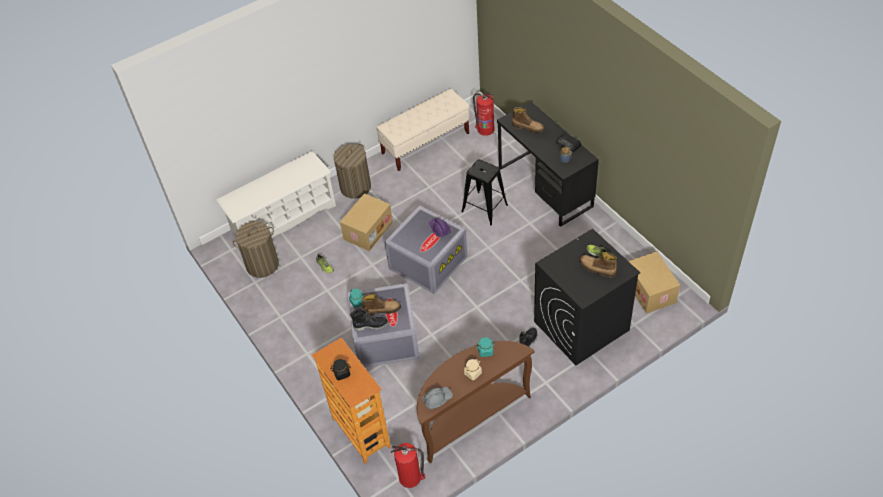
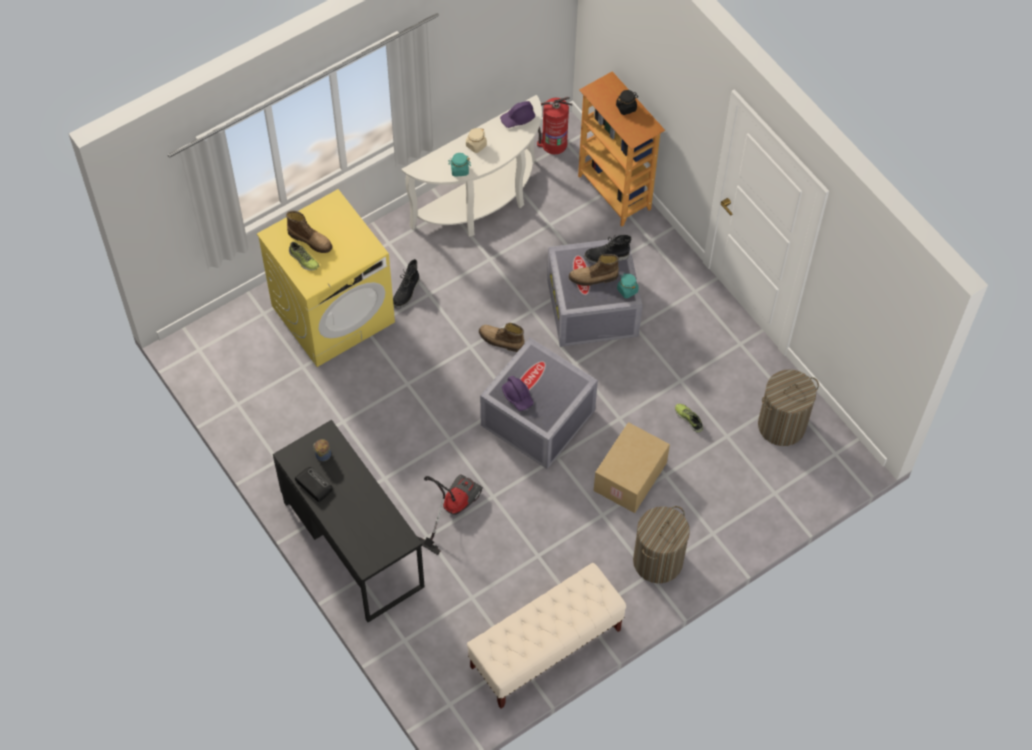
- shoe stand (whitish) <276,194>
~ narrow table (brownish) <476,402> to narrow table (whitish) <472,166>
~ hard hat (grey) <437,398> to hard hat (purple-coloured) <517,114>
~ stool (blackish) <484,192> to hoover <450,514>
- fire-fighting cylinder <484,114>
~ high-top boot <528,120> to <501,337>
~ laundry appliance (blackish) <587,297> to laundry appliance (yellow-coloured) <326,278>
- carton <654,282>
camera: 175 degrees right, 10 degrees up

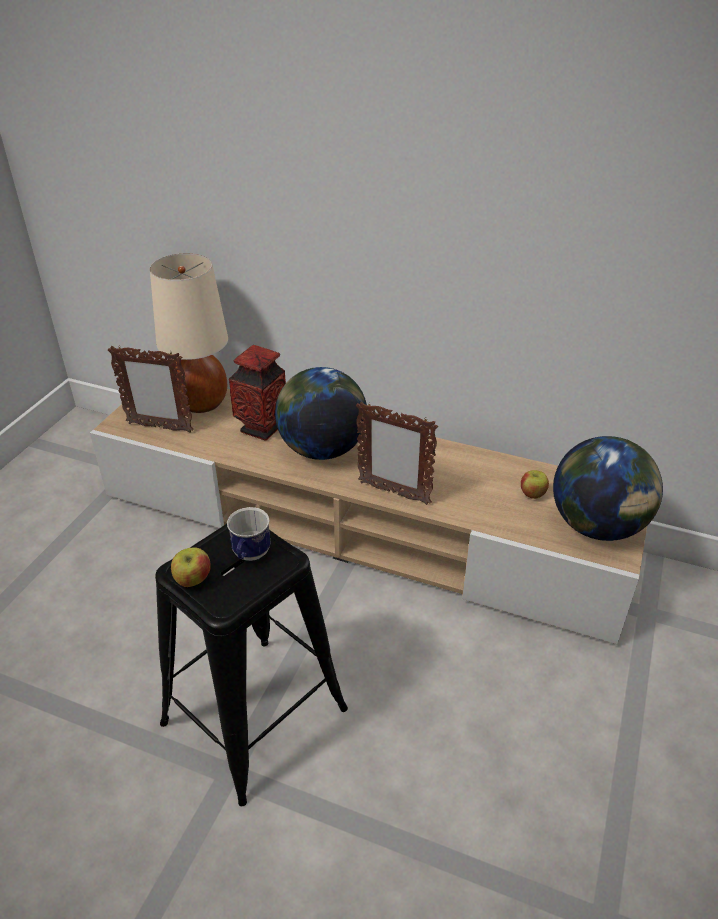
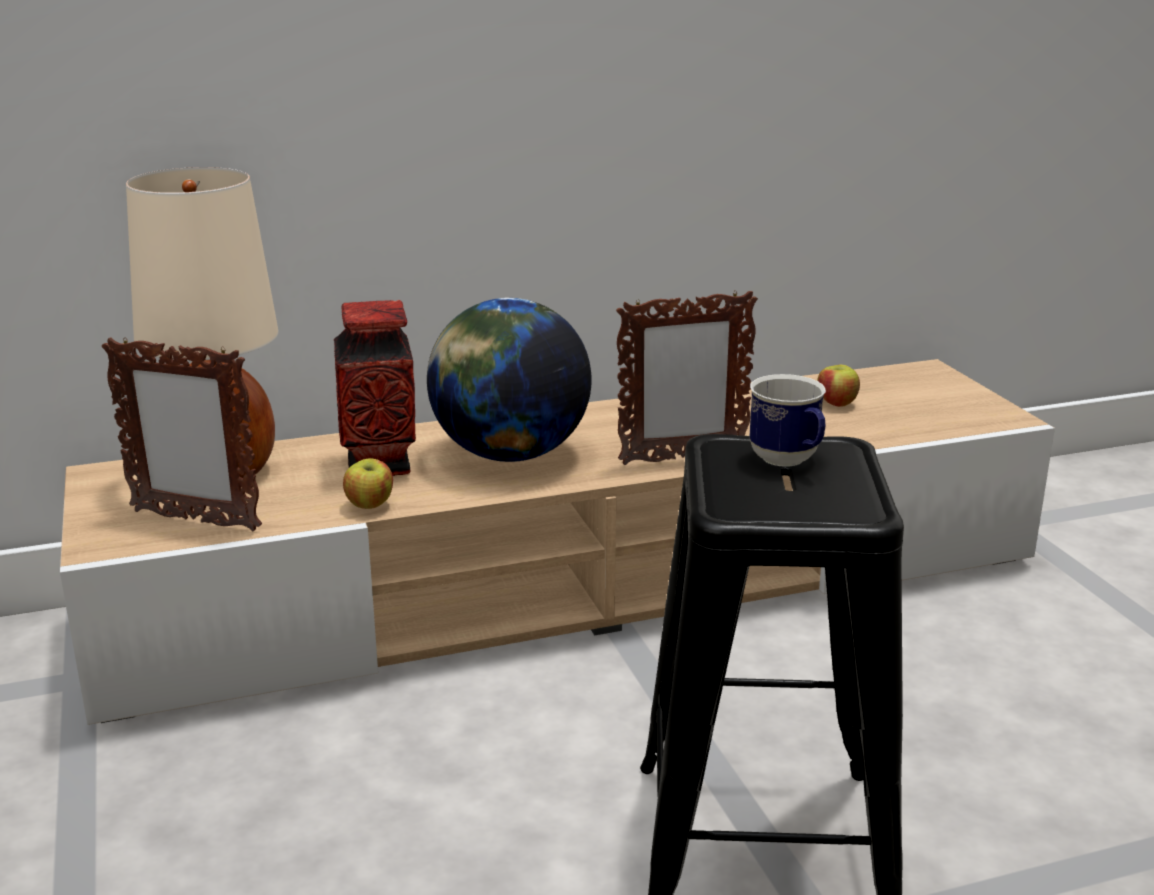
~ photo frame <151,389> = <182,434> 45 degrees clockwise
~ apple <191,567> to <368,483>
- desk globe <608,488>
camera: 40 degrees left, 15 degrees down

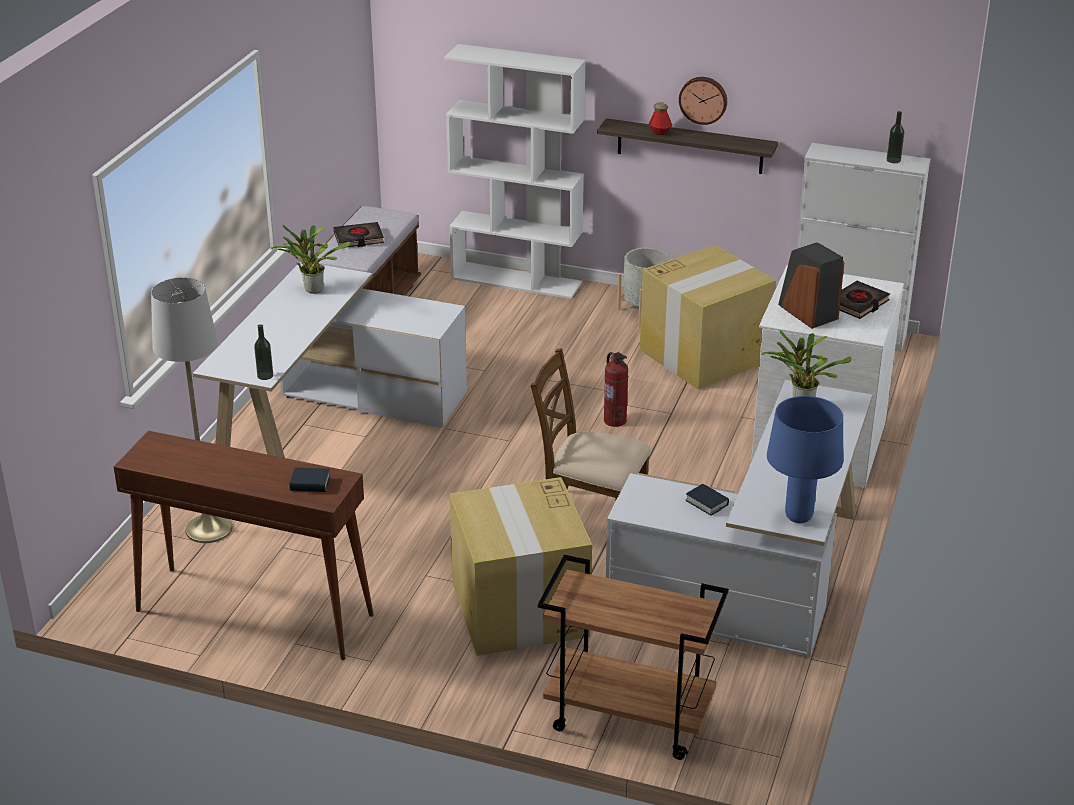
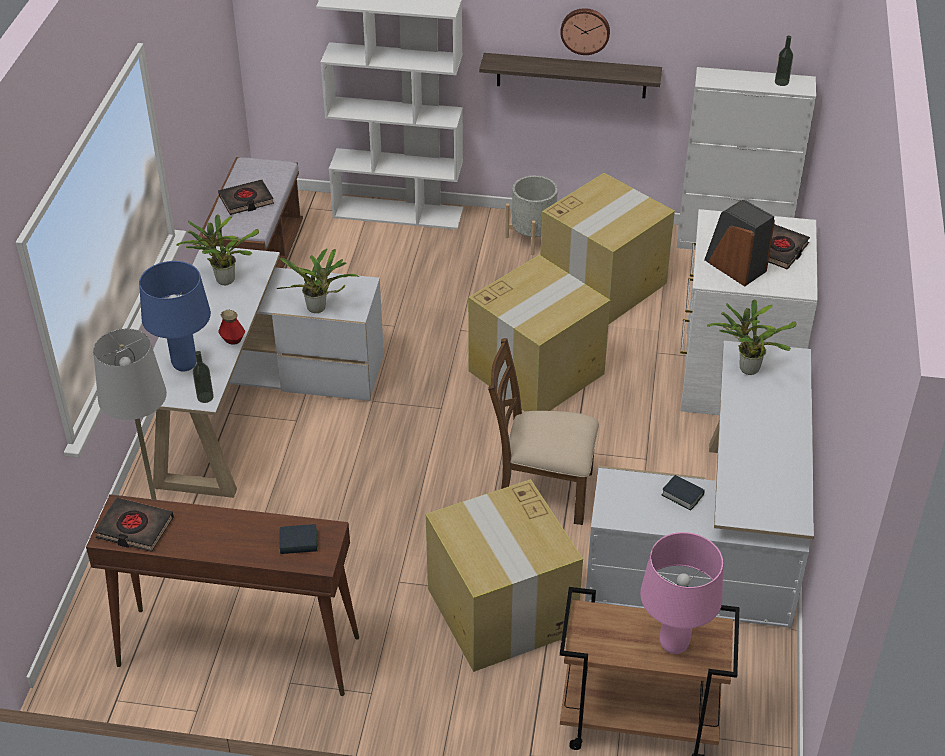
~ fire-fighting cylinder <616,389> to carton <539,333>
~ drink bottle <660,118> to <232,327>
~ table lamp (bluish) <805,459> to <175,316>
+ bound book (blackish) <134,525>
+ plant in a pot <318,281>
+ table lamp (pink-coloured) <681,593>
camera: 10 degrees left, 10 degrees up

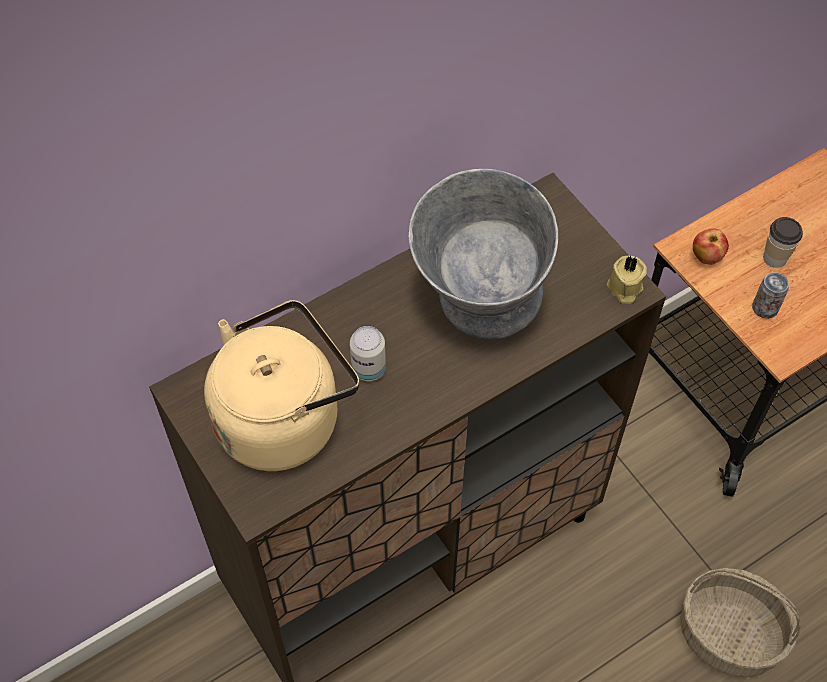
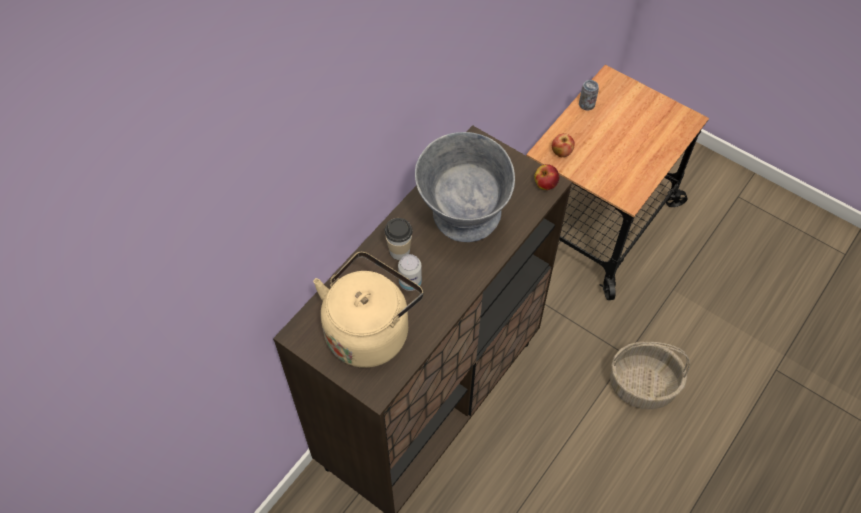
~ wax light (sand-coloured) <627,279> to apple <546,177>
~ can <770,295> to <589,95>
~ drinking cup <783,242> to <398,239>
camera: 20 degrees left, 0 degrees up

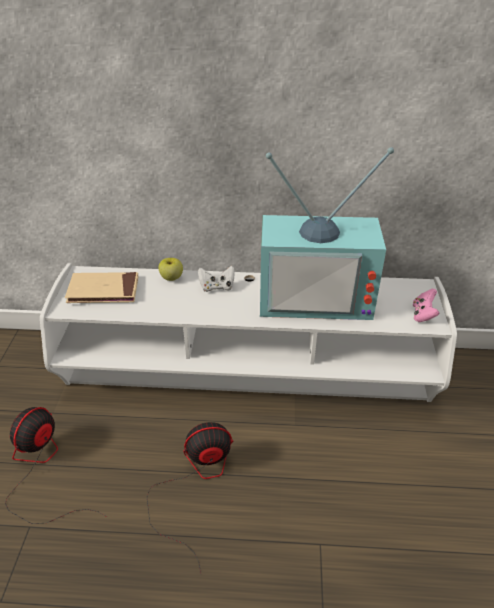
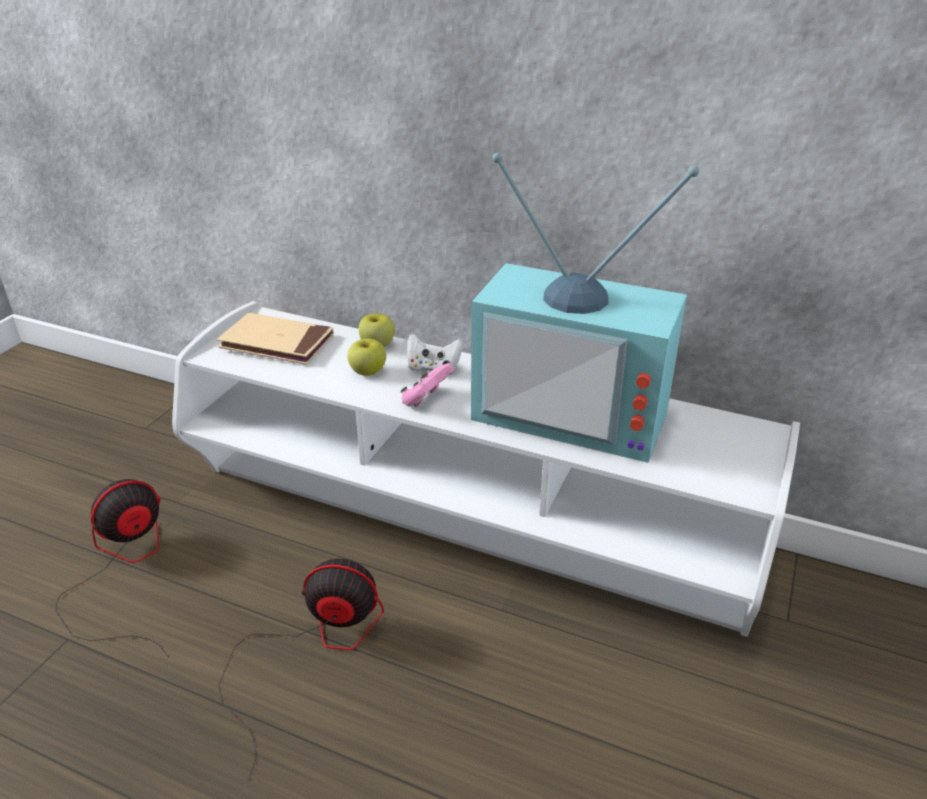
~ gamepad (pink-coloured) <426,305> to <427,385>
+ apple <366,357>
camera: 20 degrees right, 5 degrees down

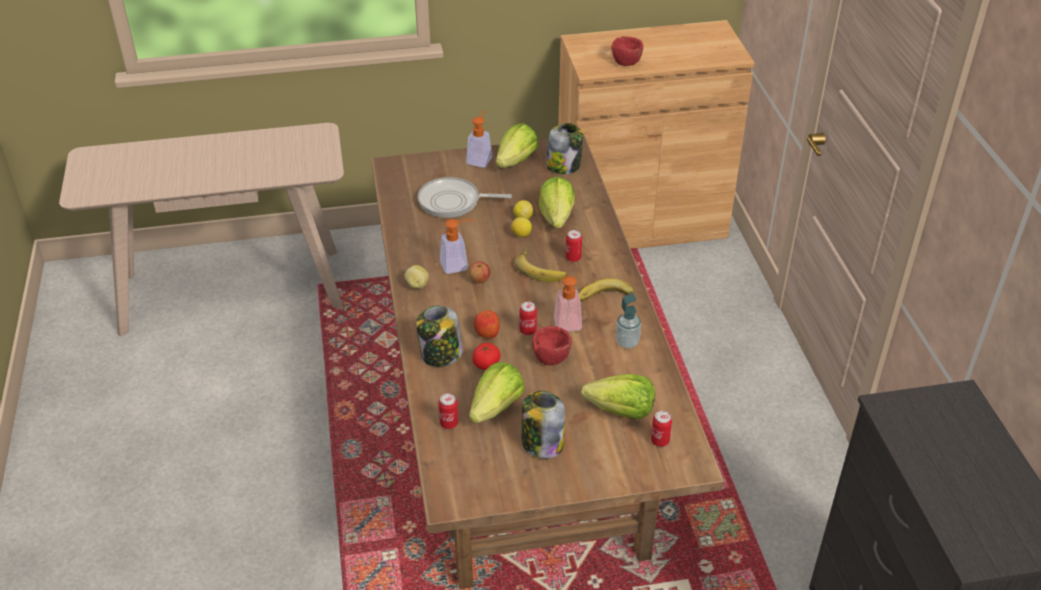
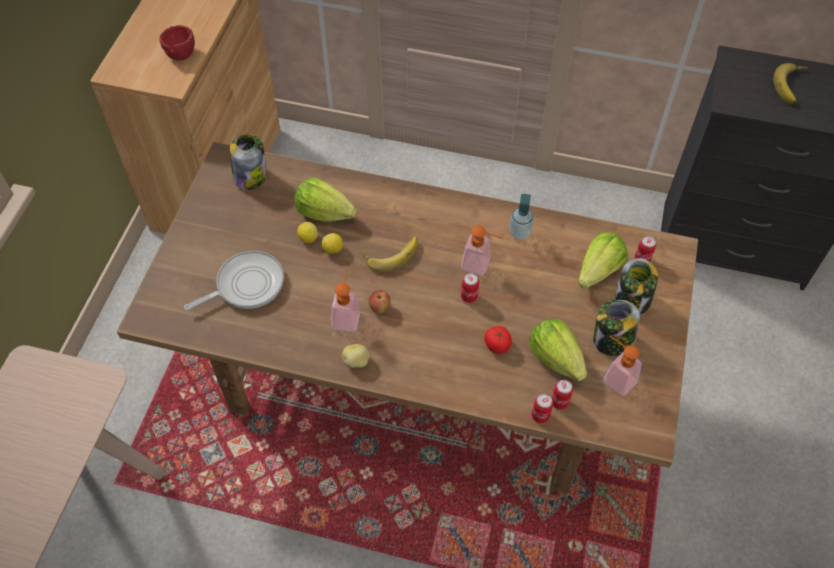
~ jar <439,336> to <636,286>
~ skillet <465,197> = <234,280> 150 degrees counterclockwise
~ soap dispenser <479,139> to <622,366>
- apple <487,324>
- lettuce head <517,145>
- serving bowl (reddish) <552,345>
~ can <573,246> to <542,408>
~ banana fruit <607,290> to <790,83>
camera: 65 degrees left, 15 degrees up

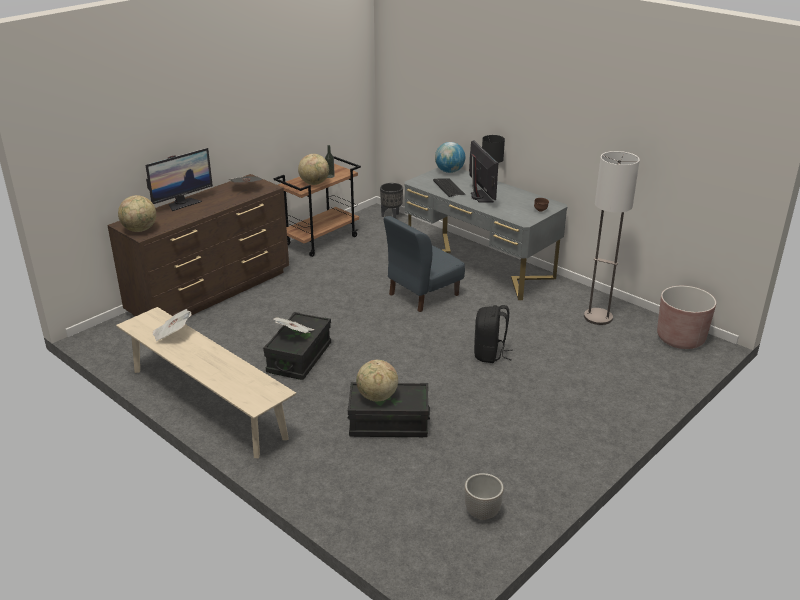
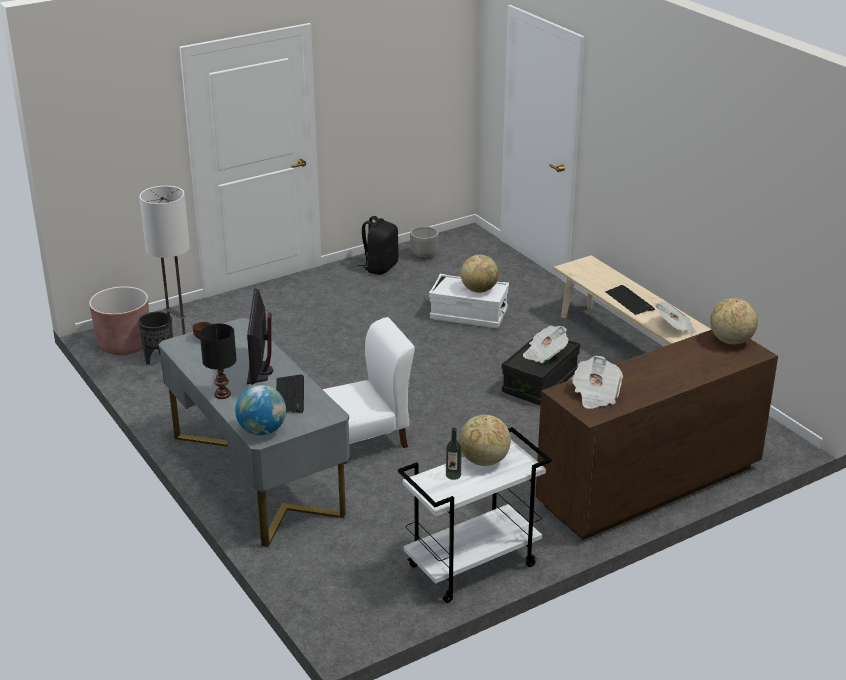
- computer display <179,179>
~ cart (brownish) <317,206> to cart (whitish) <475,515>
~ storage box (blackish) <389,409> to storage box (whitish) <469,301>
~ planter (blackish) <391,200> to <155,338>
~ chair (bluish) <424,264> to chair (whitish) <368,390>
~ knapsack (blackish) <493,334> to <378,245>
+ keyboard <630,300>
camera: 165 degrees left, 0 degrees up

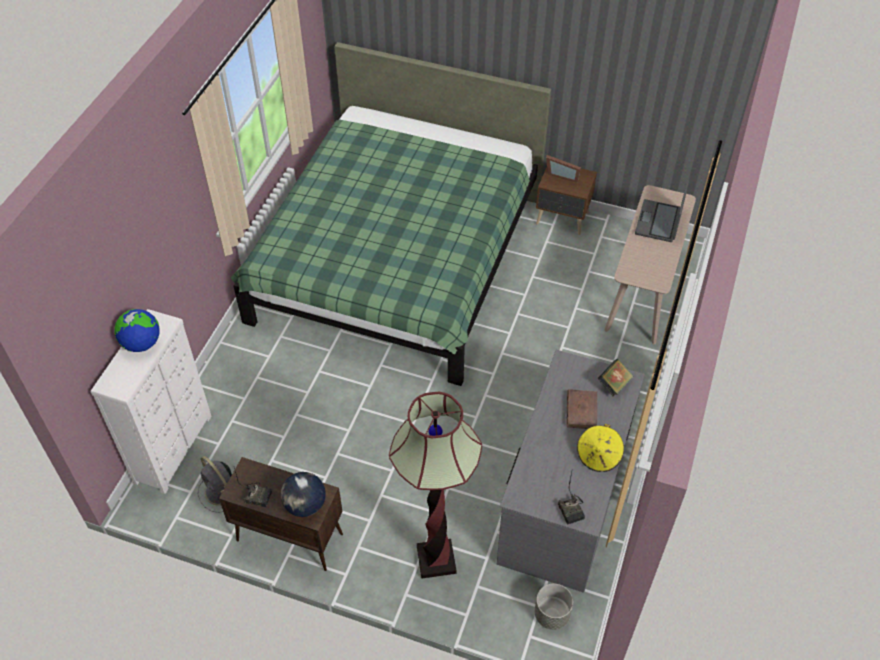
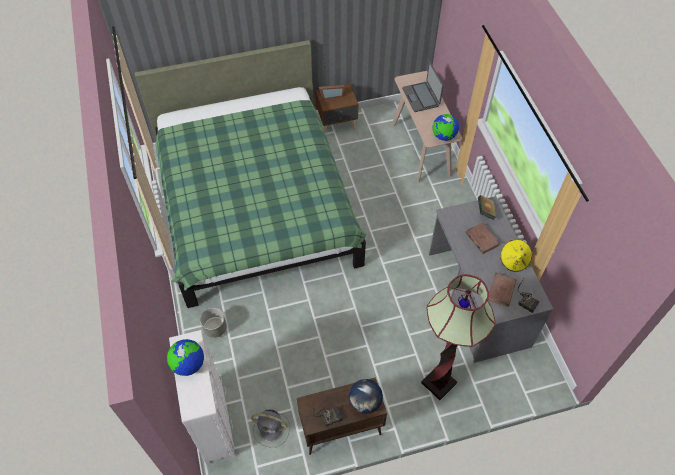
~ planter (grey) <554,607> to <213,323>
+ desk globe <446,127>
+ bound book (brownish) <502,289>
camera: 35 degrees left, 5 degrees up

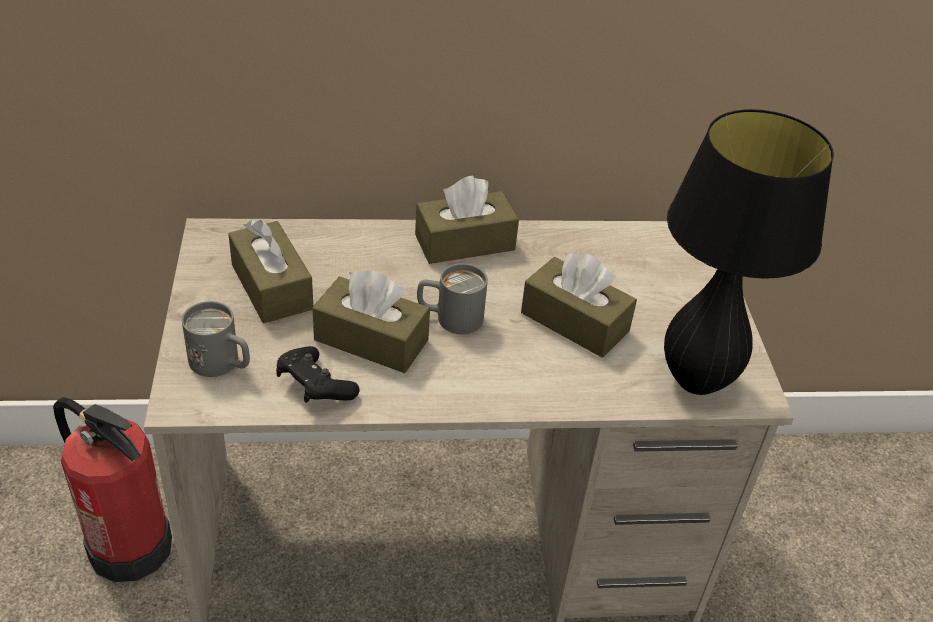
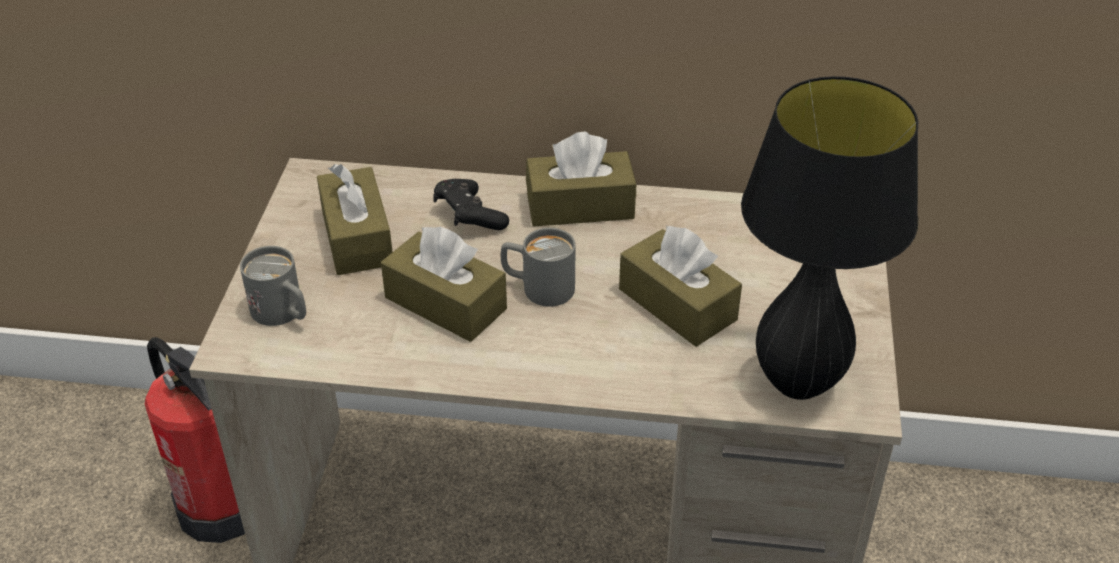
~ gamepad (blackish) <317,374> to <471,204>
camera: 15 degrees right, 0 degrees up

